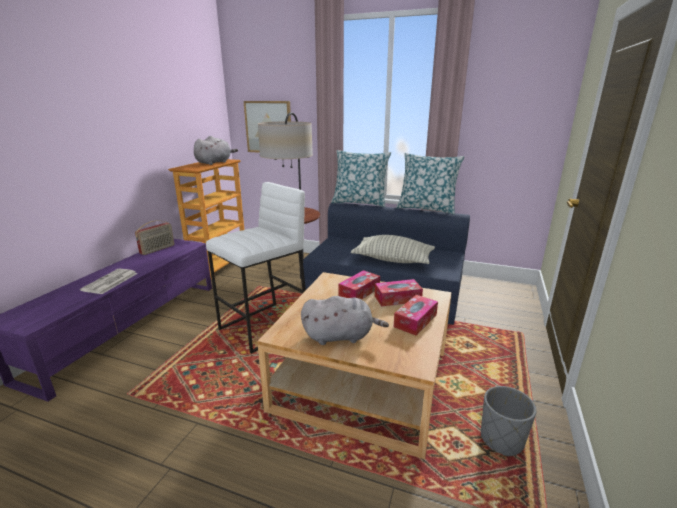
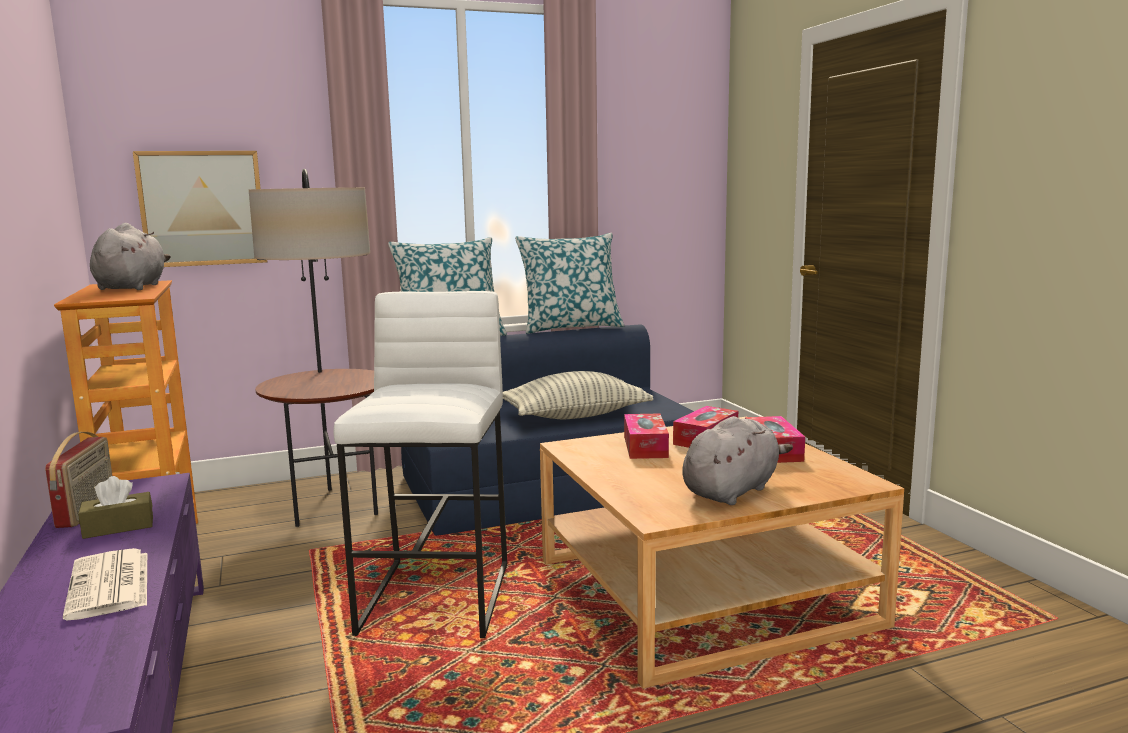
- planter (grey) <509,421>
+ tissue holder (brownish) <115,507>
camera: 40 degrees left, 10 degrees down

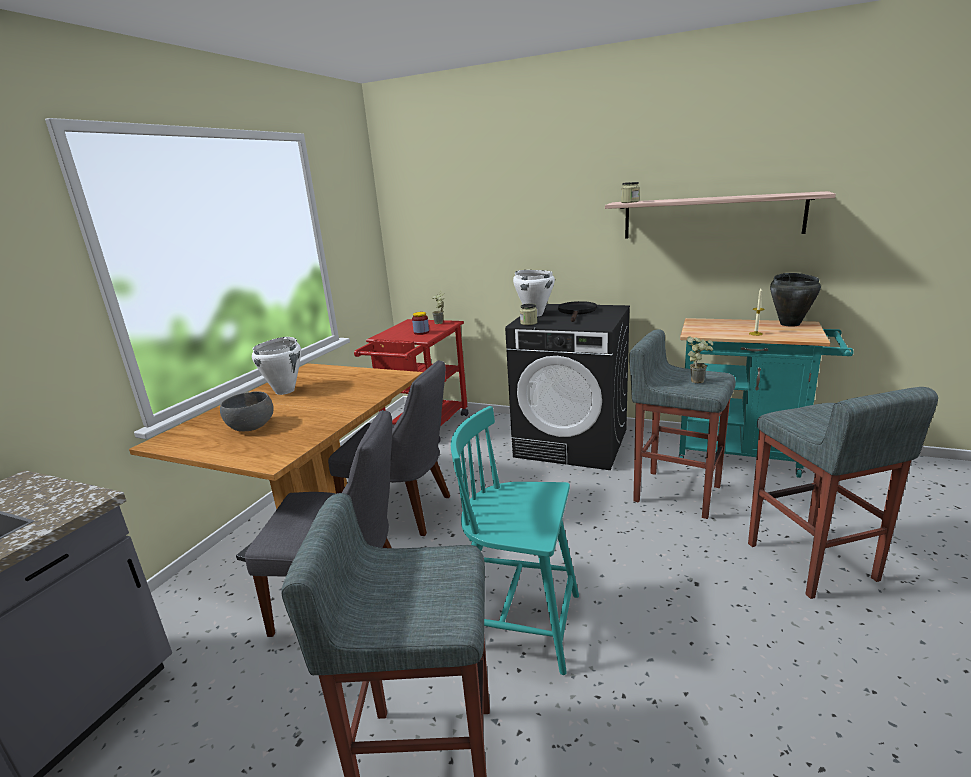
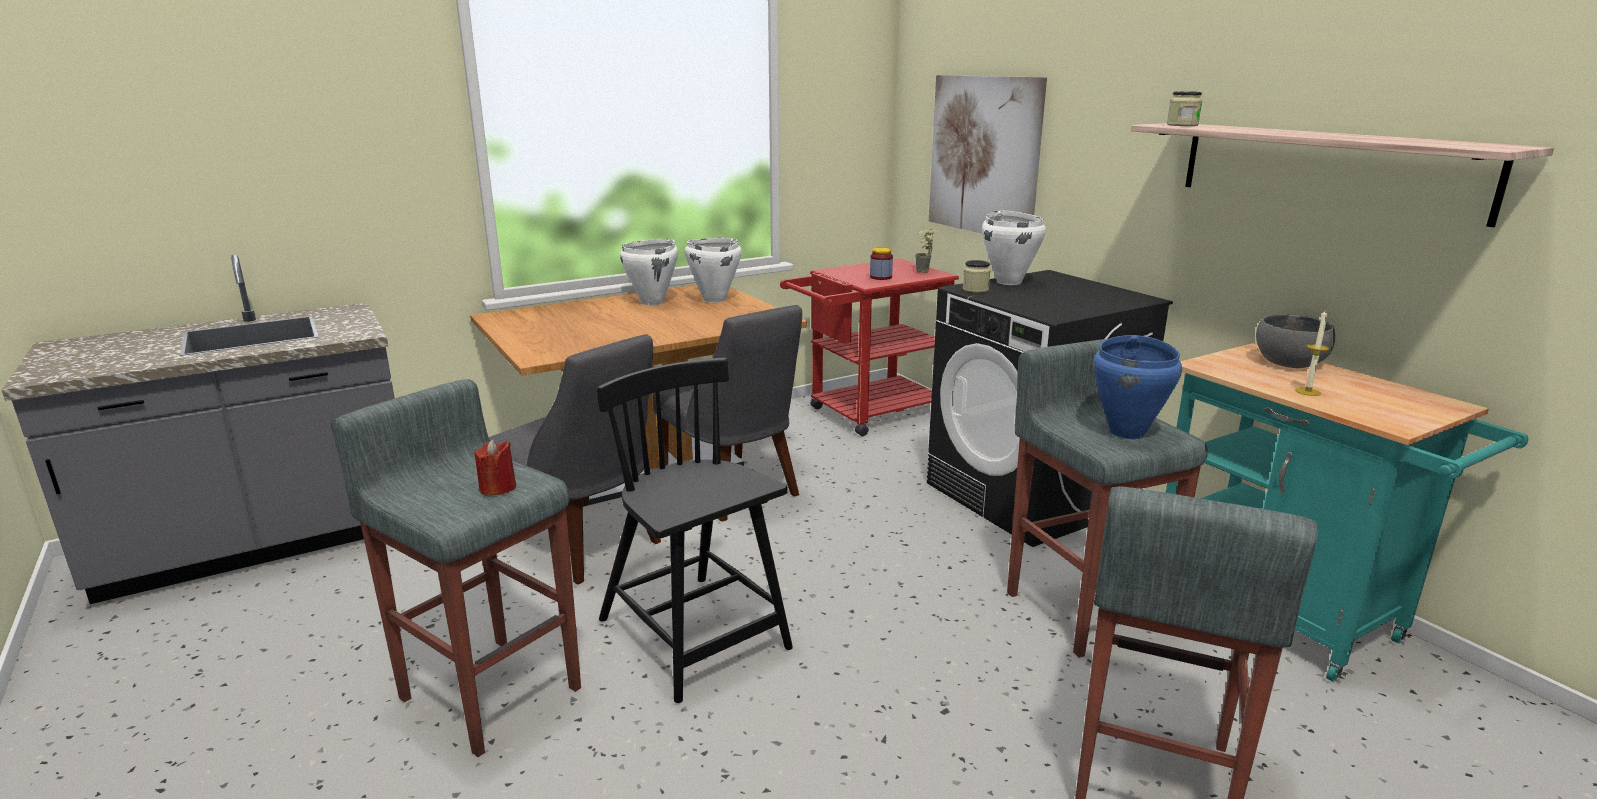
~ serving bowl (grey) <247,411> to <1295,341>
~ chair (turquoise-coloured) <515,540> to chair (blackish) <695,530>
- skillet (blackish) <577,311>
~ plant in a pot <700,359> to cooking pot (bluish) <1137,387>
- cooking pot (blackish) <795,300>
+ wax light (reddish) <495,467>
+ cooking pot (whitish) <713,270>
+ wall picture <988,154>
camera: 35 degrees right, 0 degrees up

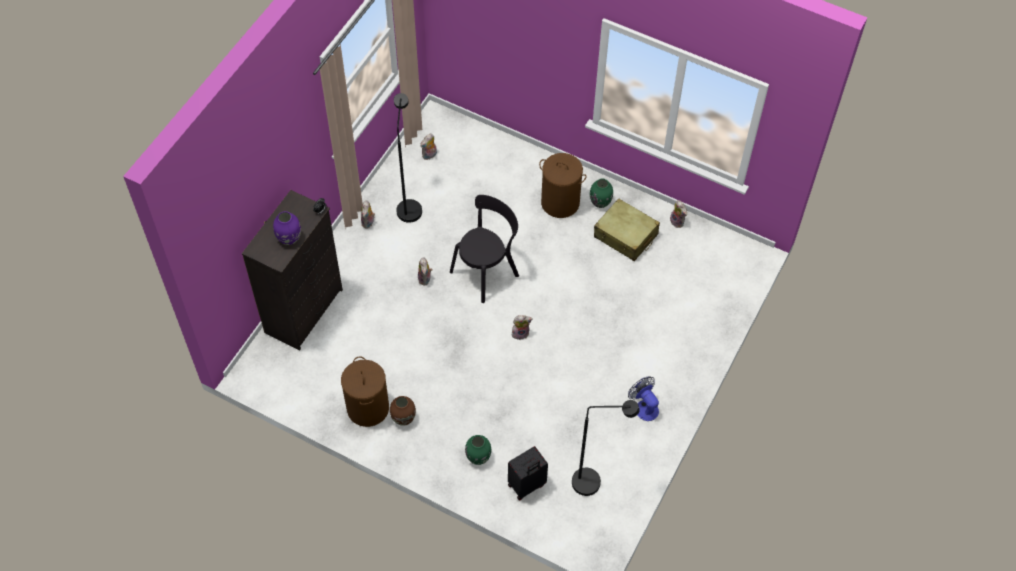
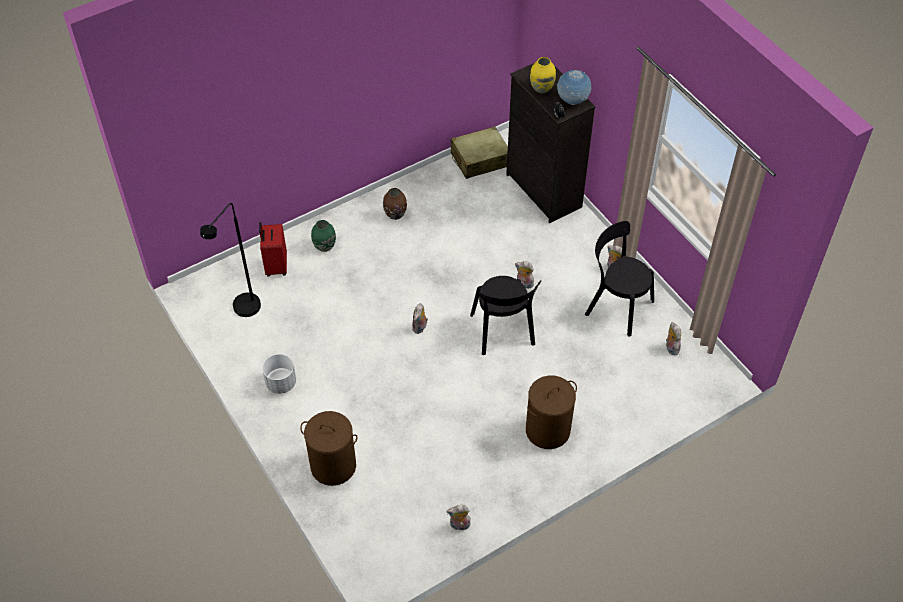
~ decorative vase (purple-coloured) <287,228> to decorative vase (yellow-coloured) <543,75>
~ hamper (brownish) <365,391> to <329,448>
~ standard lamp (blackish) <408,158> to chair (blackish) <619,279>
~ suitcase (blackish) <528,473> to suitcase (reddish) <273,249>
- decorative vase (greenish) <601,193>
~ suitcase (sand-coloured) <627,229> to <479,152>
~ electric fan <643,399> to planter (whitish) <279,374>
+ desk globe <574,87>
camera: 120 degrees right, 5 degrees down

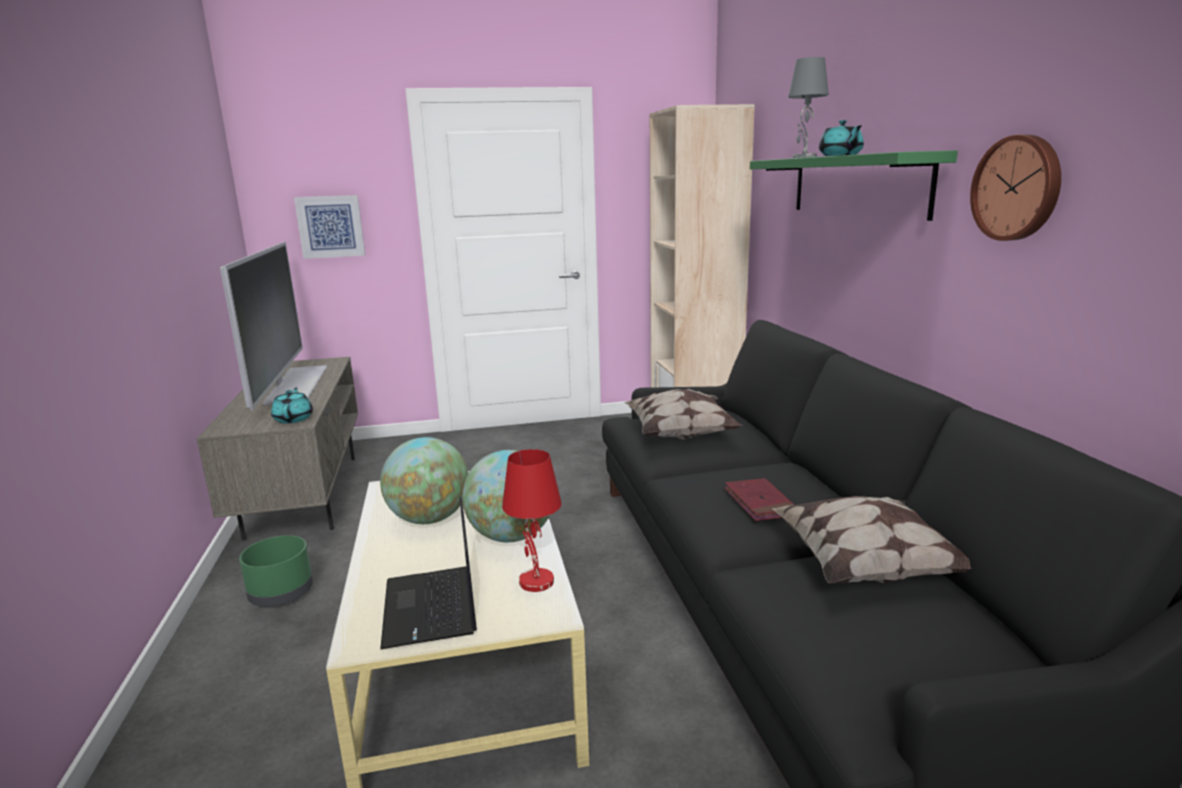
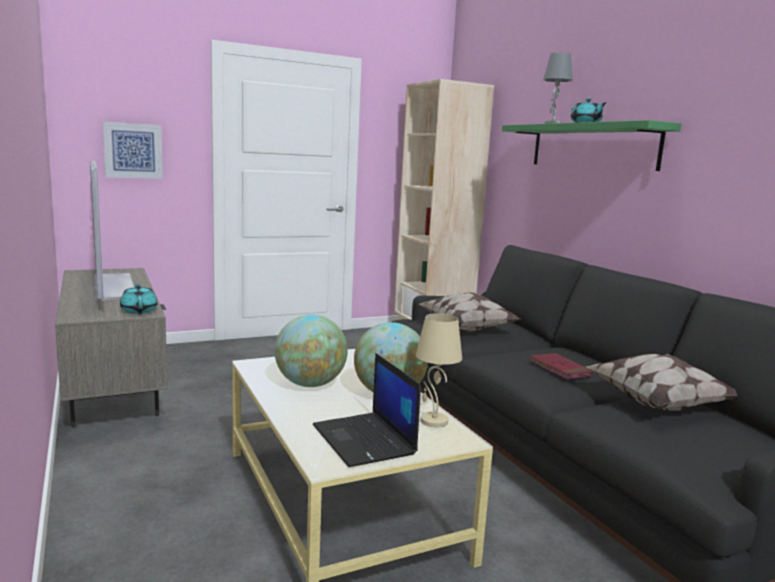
- planter (greenish) <276,571>
~ table lamp (reddish) <532,520> to table lamp (sand-coloured) <439,370>
- wall clock <1015,188>
camera: 15 degrees left, 5 degrees down

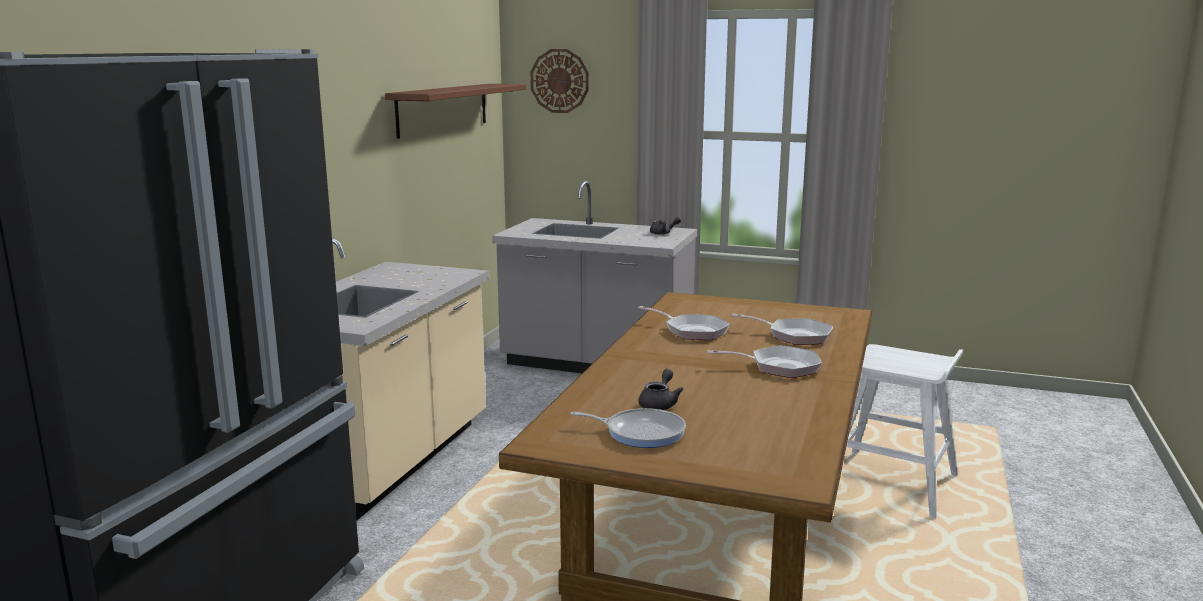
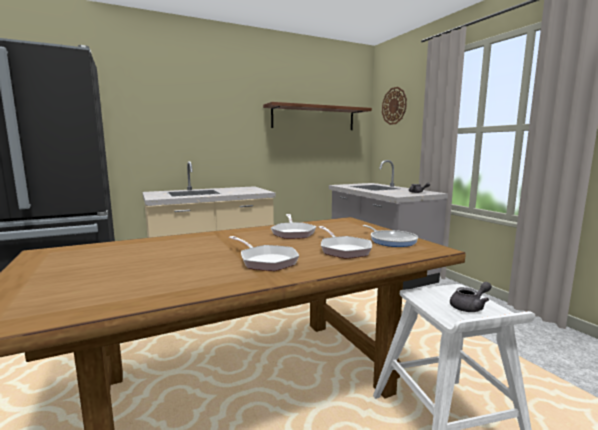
~ skillet <628,428> to <390,236>
~ teapot (grey) <660,389> to <471,297>
camera: 45 degrees right, 5 degrees down

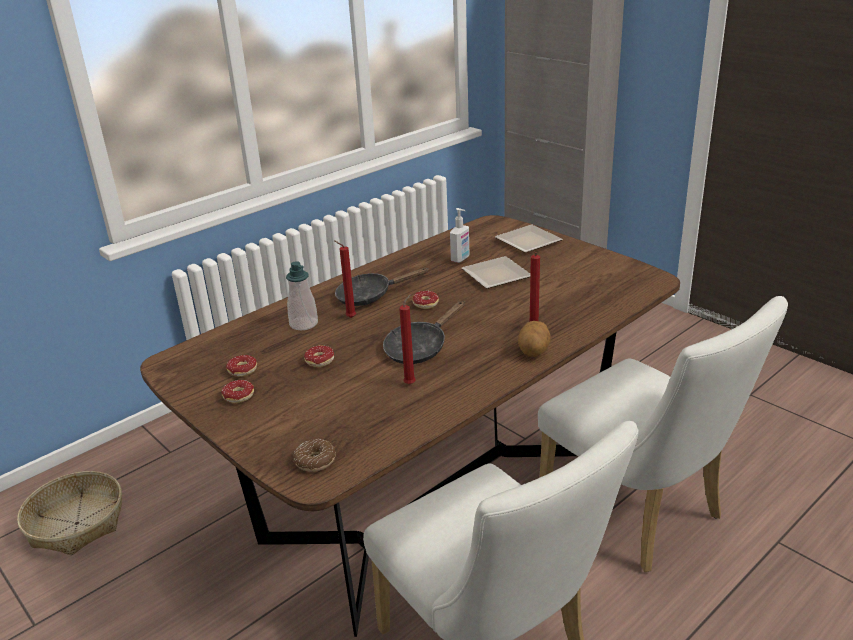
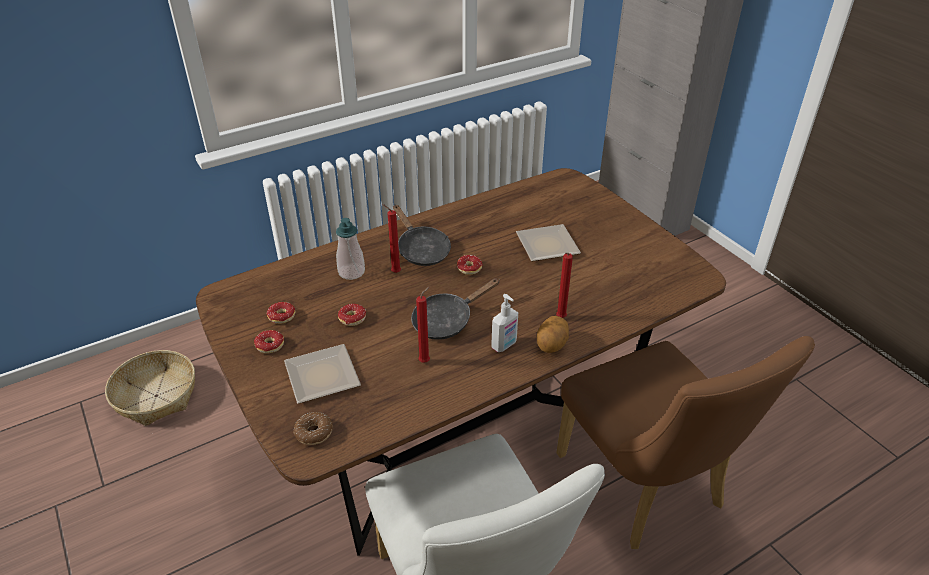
~ skillet (blackish) <382,287> = <422,235> 120 degrees counterclockwise
~ soap dispenser <459,235> to <504,323>
~ plate <529,239> to <322,374>
~ chair (whitish) <663,434> to chair (brownish) <685,442>
camera: 10 degrees right, 10 degrees up

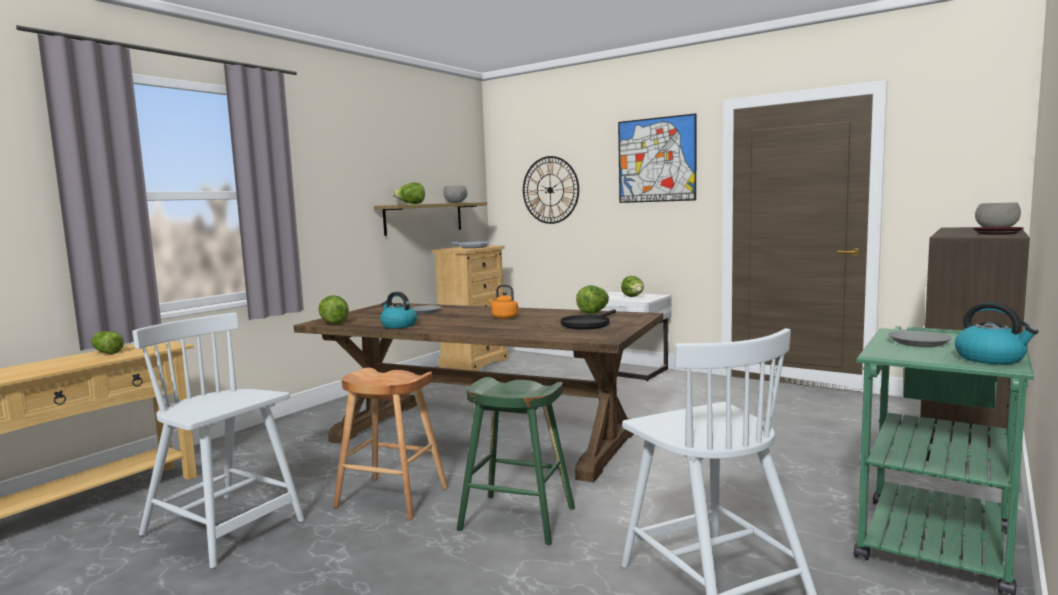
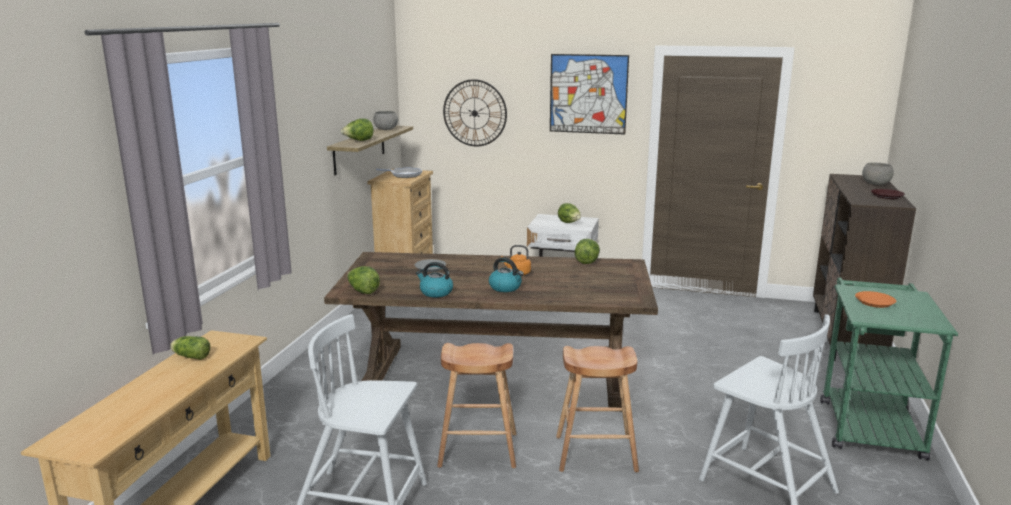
~ stool (greenish) <516,461> to stool (brownish) <597,409>
- skillet (blackish) <588,319>
~ plate (grey) <920,338> to plate (orangey) <875,299>
~ tea kettle <997,333> to <506,274>
camera: 20 degrees left, 10 degrees up

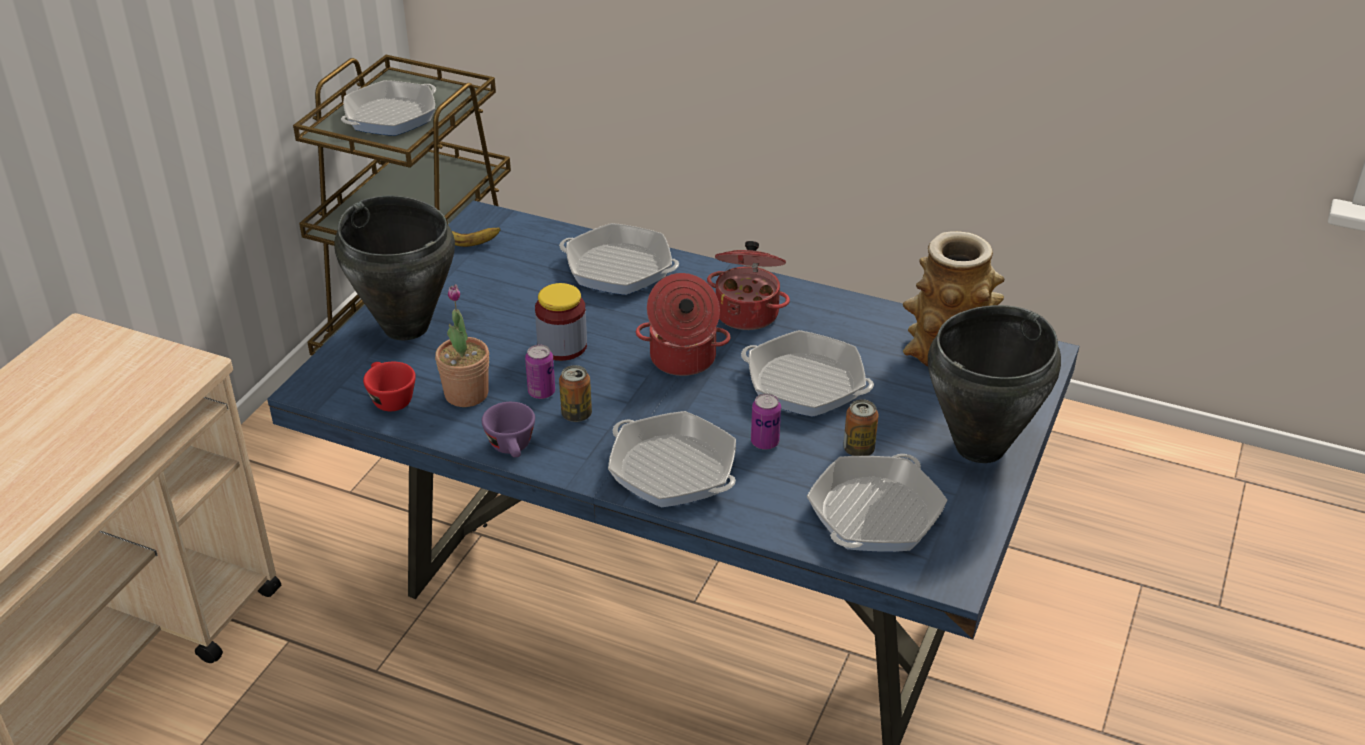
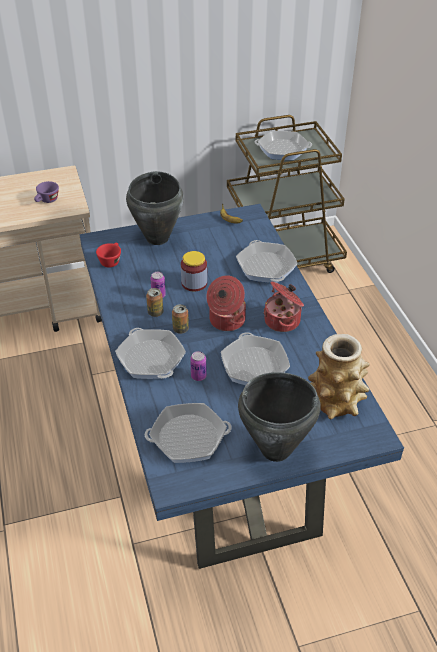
- plant in a pot <462,345>
~ drinking cup (purple-coloured) <508,429> to <46,192>
~ skillet <672,459> = <150,353> 150 degrees clockwise
~ can <861,427> to <180,319>
camera: 50 degrees right, 5 degrees up

